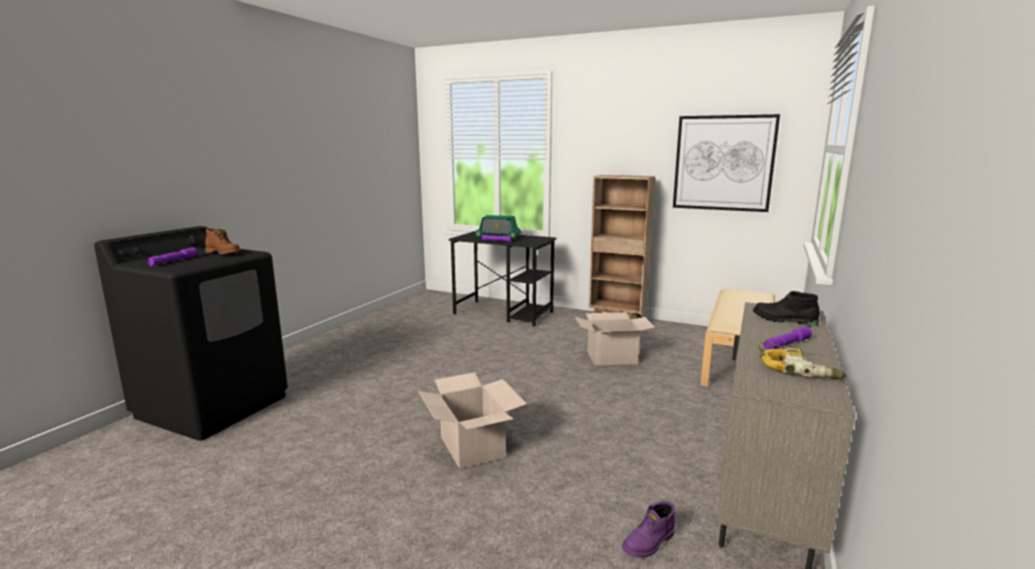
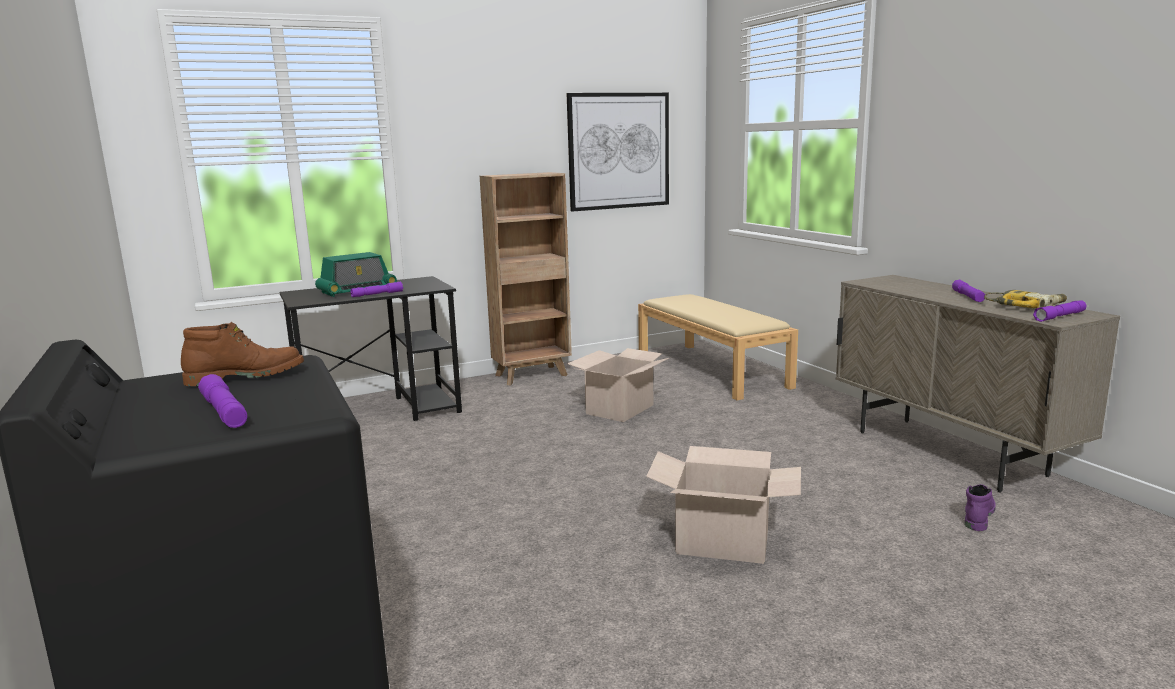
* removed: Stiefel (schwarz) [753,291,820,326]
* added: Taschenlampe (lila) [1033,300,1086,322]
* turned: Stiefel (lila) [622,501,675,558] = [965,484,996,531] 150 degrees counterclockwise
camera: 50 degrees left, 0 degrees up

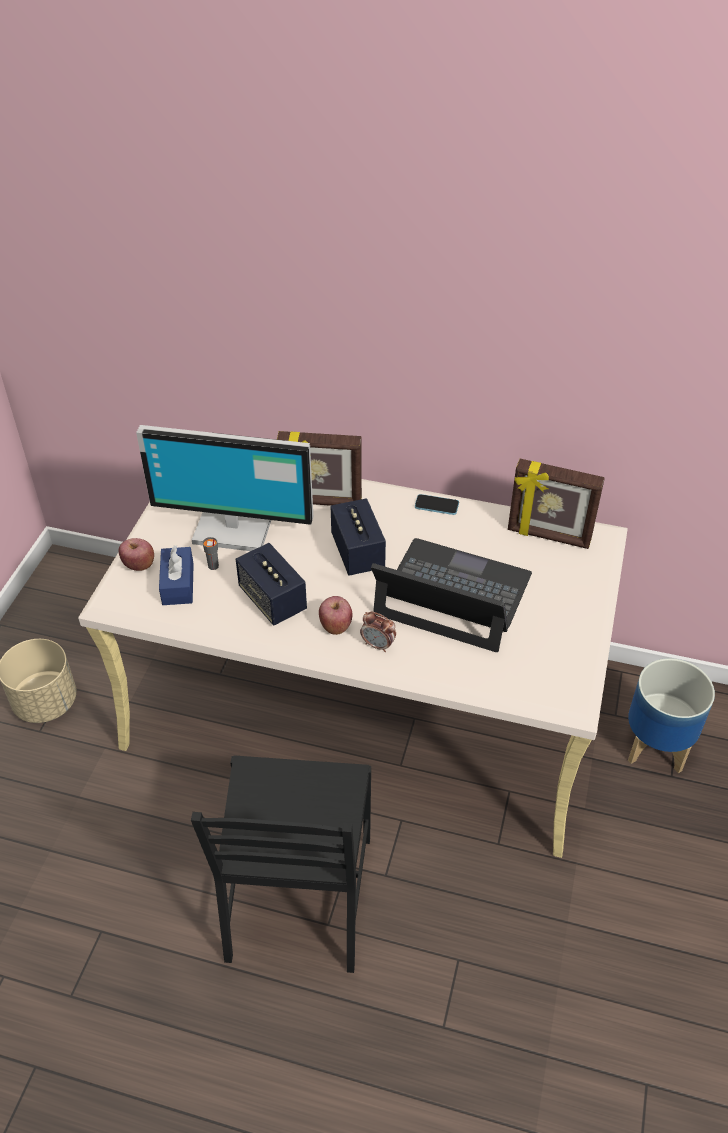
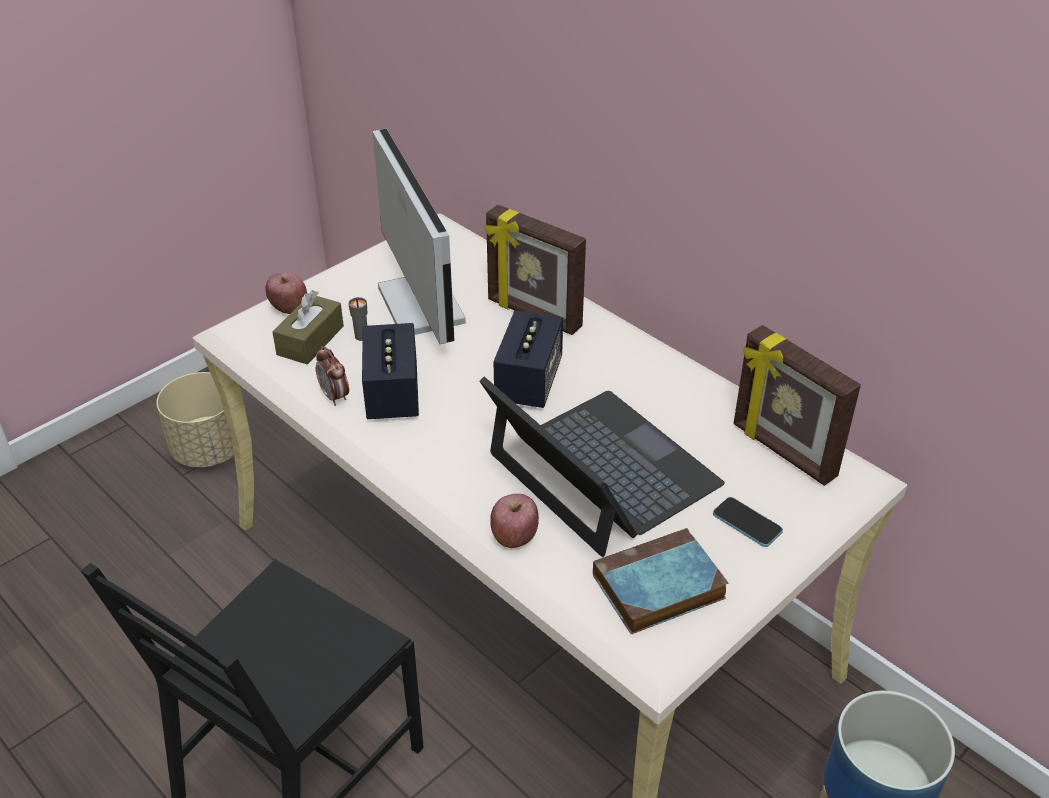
* added: Buch [593,528,729,634]
* moved: Apfel [319,596,352,635] to [490,494,539,548]
* moved: Wecker [360,612,396,652] to [316,346,349,406]
* moved: Handy [415,494,459,515] to [713,497,783,547]
* recoloured: Taschentuchbox (blau) [159,545,194,605] to Taschentuchbox (braun) [272,290,344,365]
* turned: Monitor [136,425,313,551] = [372,129,466,344] 150 degrees counterclockwise
camera: 30 degrees right, 5 degrees down

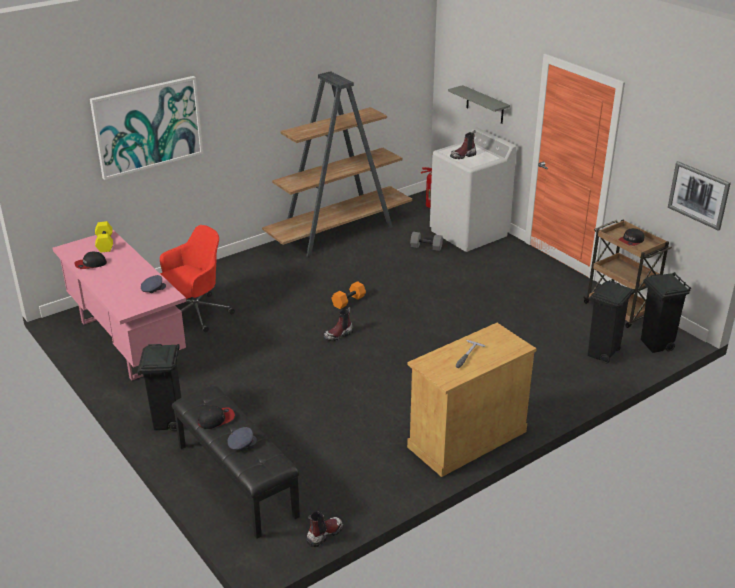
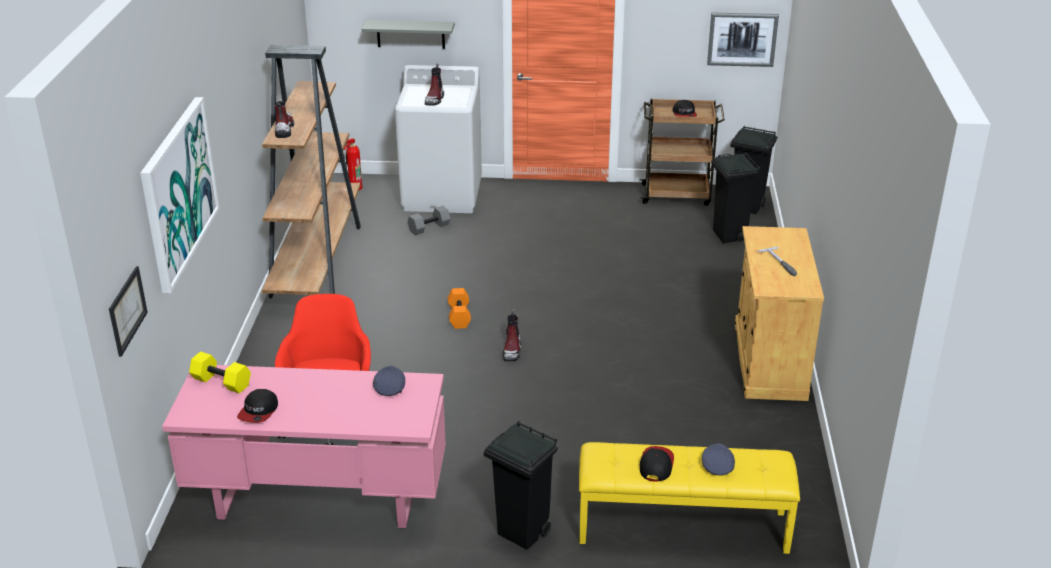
* added: Bild [109,266,148,357]
* moved: Stiefel [306,512,343,548] to [275,101,294,138]
* recoloured: Bank (schwarz) [172,386,300,539] to Bank (gelb) [579,442,800,554]
camera: 50 degrees left, 0 degrees up

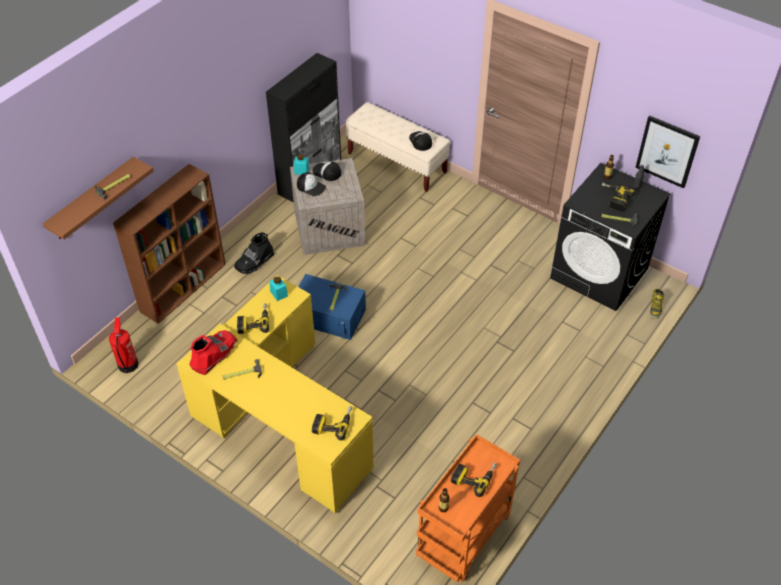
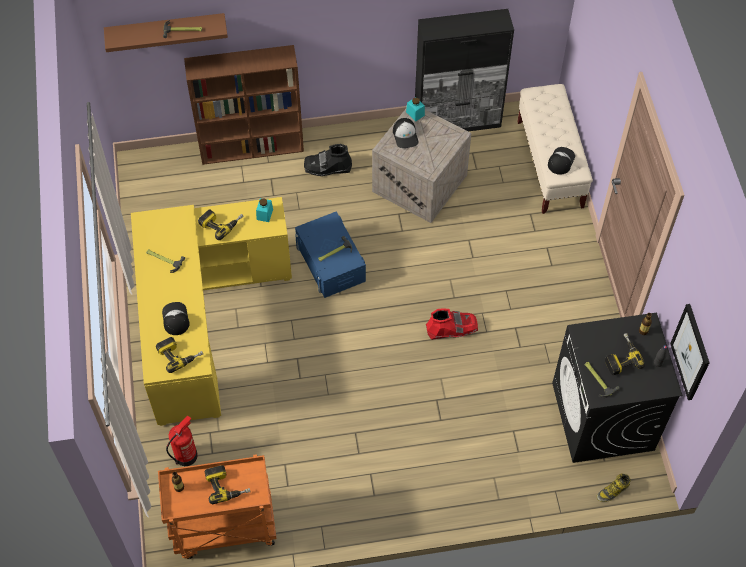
* moved: Feuerlöscher [109,317,138,373] to [166,415,198,466]
* moved: Stiefel (rot) [190,330,238,375] to [426,308,478,340]
* moved: Kappe [312,161,341,181] to [162,302,190,335]
camera: 45 degrees right, 10 degrees up

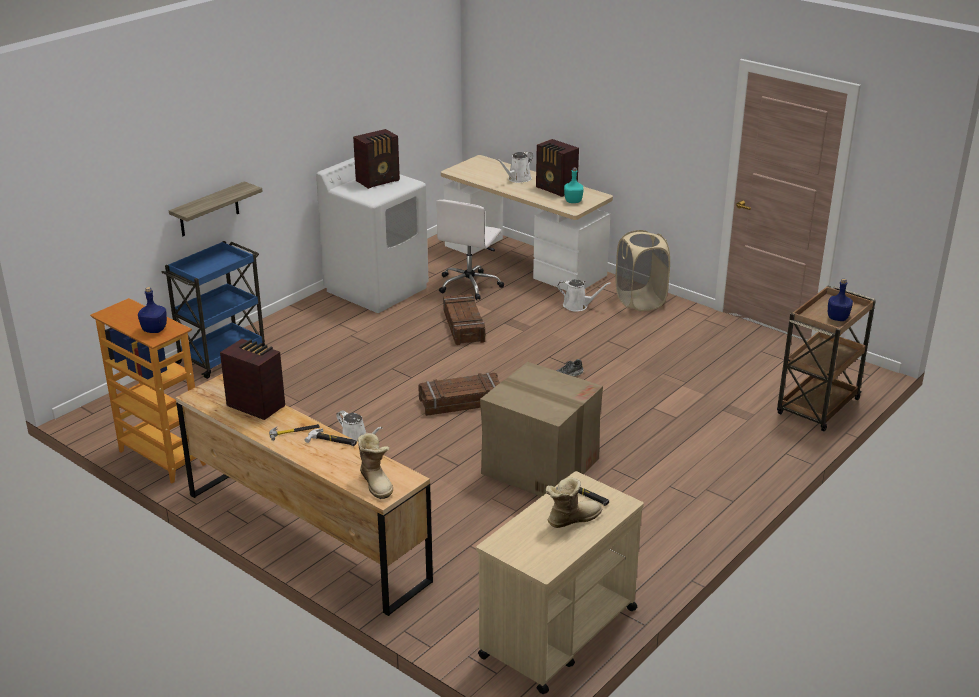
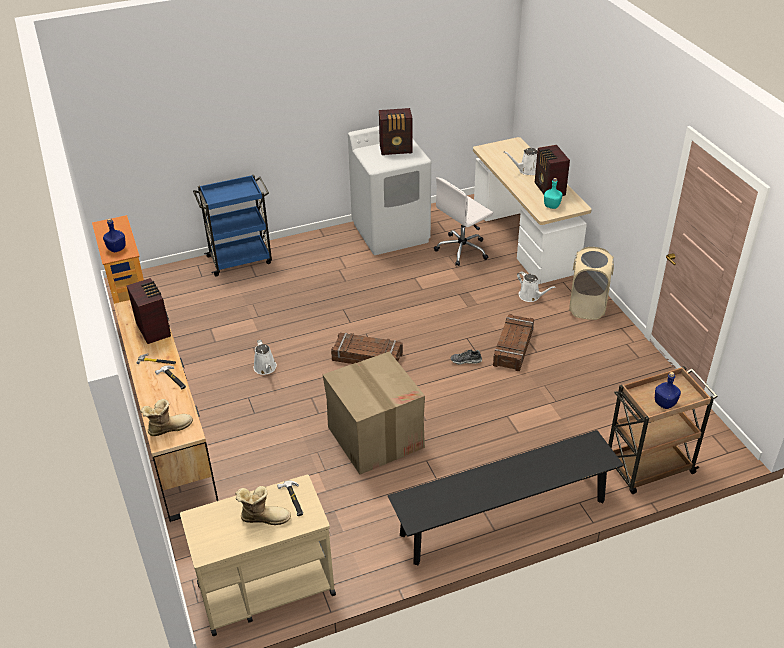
* removed: Wandregal [169,181,263,236]
* added: Bank (schwarz) [388,430,624,565]
* moved: Kiste [443,294,485,345] to [493,314,534,371]
* turned: Stiefel [357,433,393,499] = [140,399,193,436] 120 degrees counterclockwise
camera: 30 degrees right, 10 degrees up

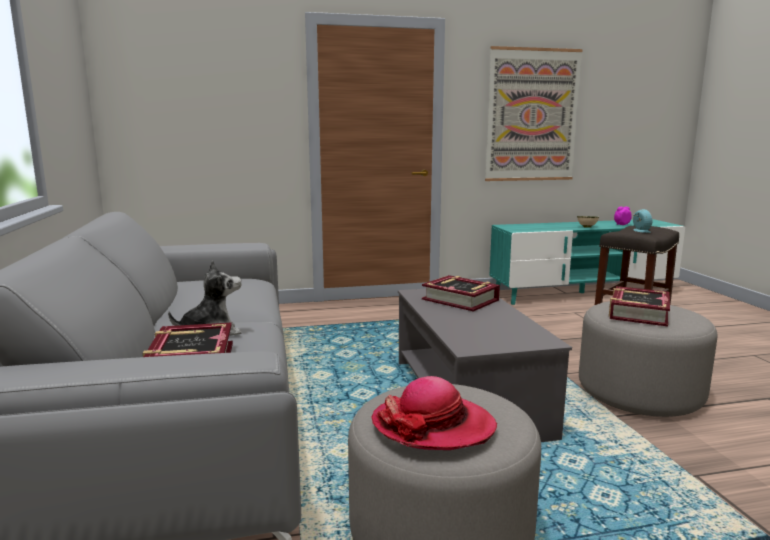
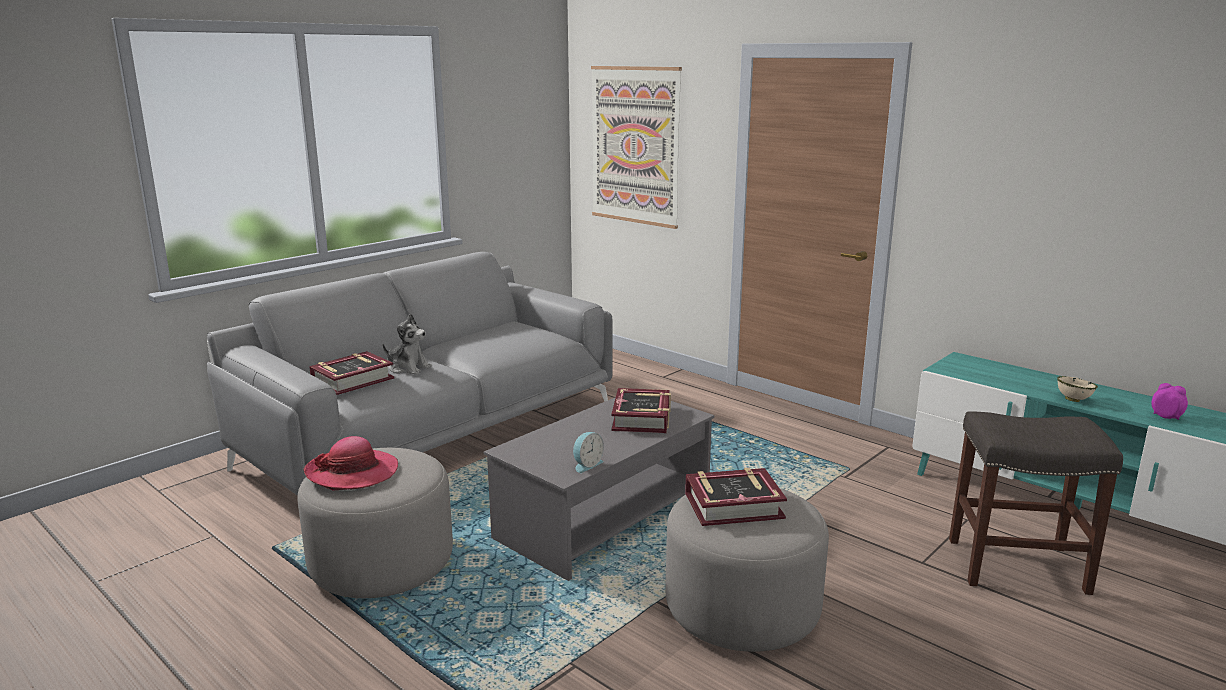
* moved: Bild [485,46,583,181] to [591,66,682,229]
* moved: Wecker [633,209,652,233] to [573,432,604,473]
camera: 55 degrees right, 5 degrees up

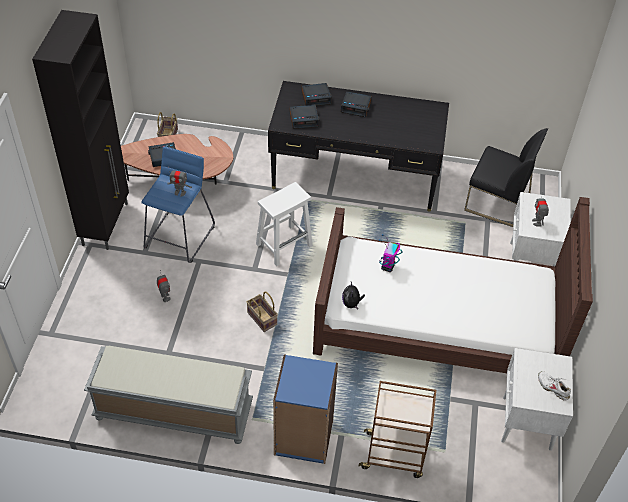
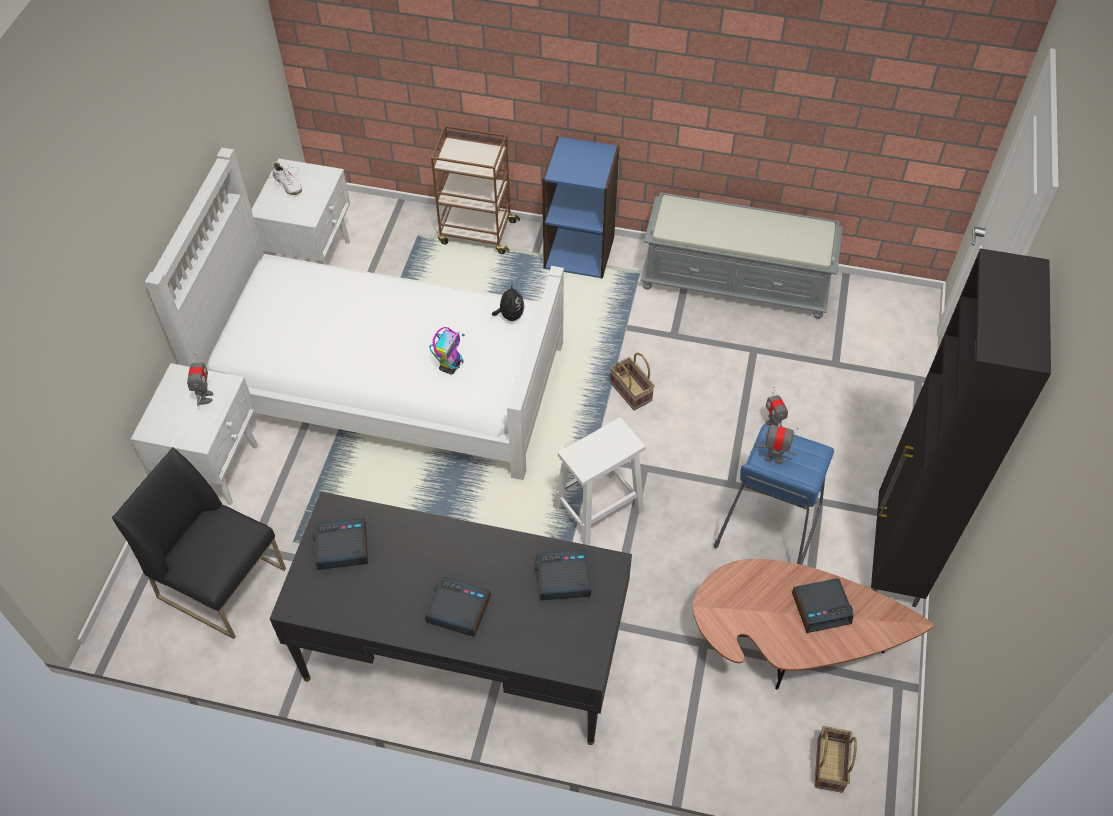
* moved: Wecker [301,83,332,106] to [313,518,368,570]
* recoloured: Bett (braun) [313,197,593,373] to Bett (weiß) [145,148,564,480]
camera: 175 degrees left, 5 degrees up

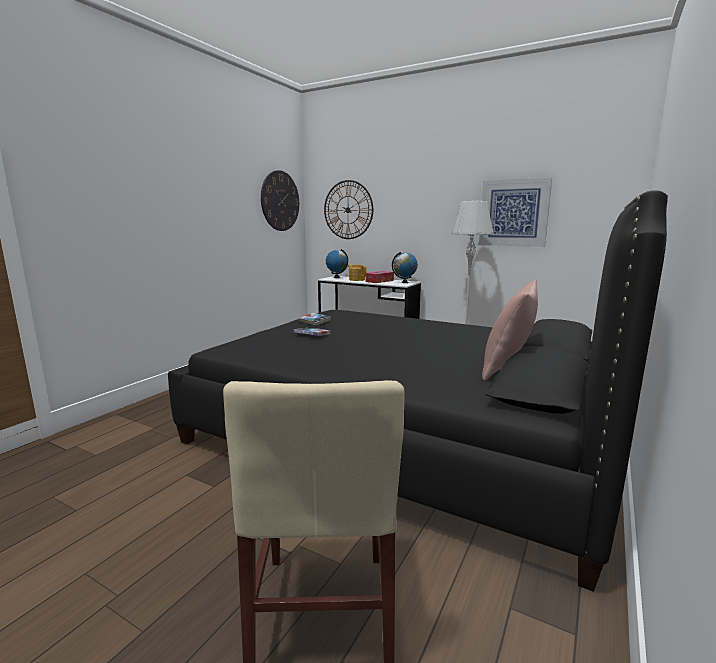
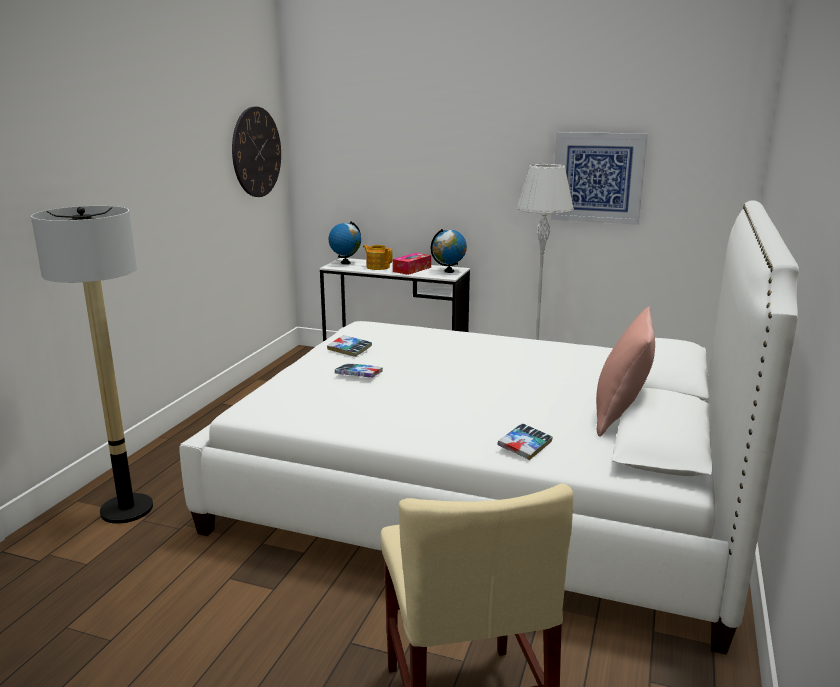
* removed: Wanduhr [324,180,373,239]
* added: Stehlampe [31,206,153,524]
* added: Buch [497,423,553,460]
* recoloured: Bett (schwarz) [168,190,668,592] to Bett (weiß) [179,201,799,655]
camera: 10 degrees left, 5 degrees up

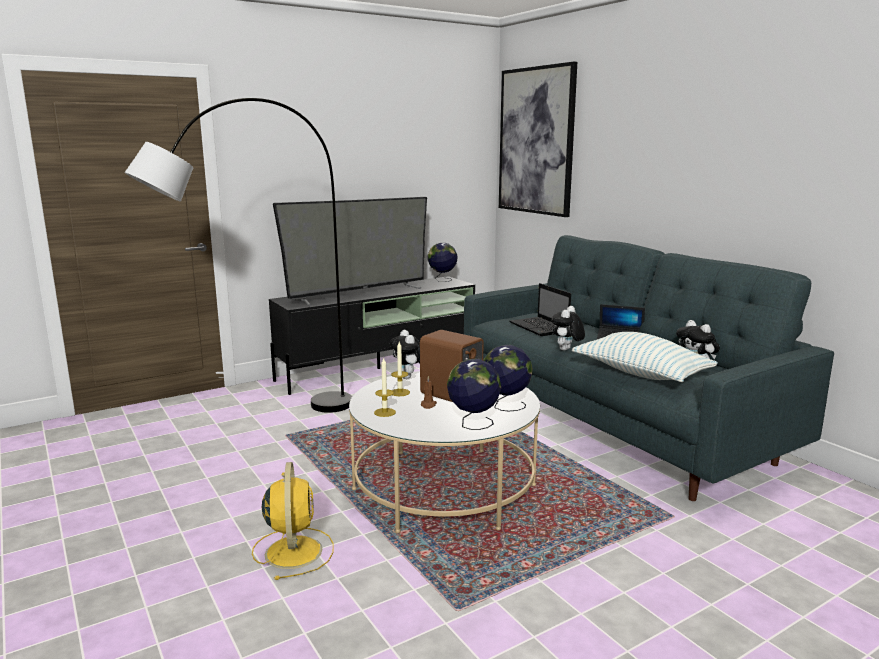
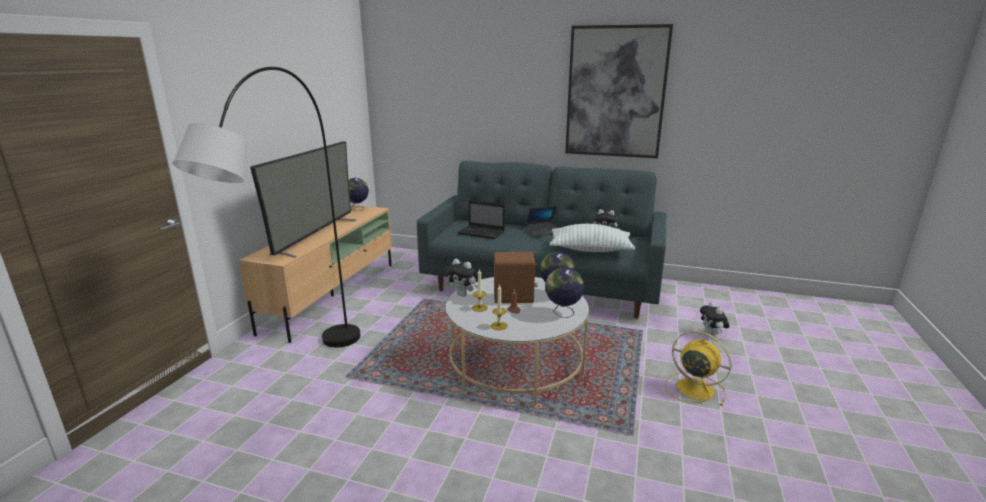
* moved: Ventilator (gelb) [252,462,334,580] to [665,331,731,406]
* moved: Bild [499,61,577,217] to [565,24,673,158]
* moved: Plüschtier [552,306,585,351] to [700,302,730,336]
* recoloured: Fernsehschrank (schwarz) [269,276,475,395] to Fernsehschrank (beige) [239,205,392,343]
camera: 40 degrees left, 5 degrees up

